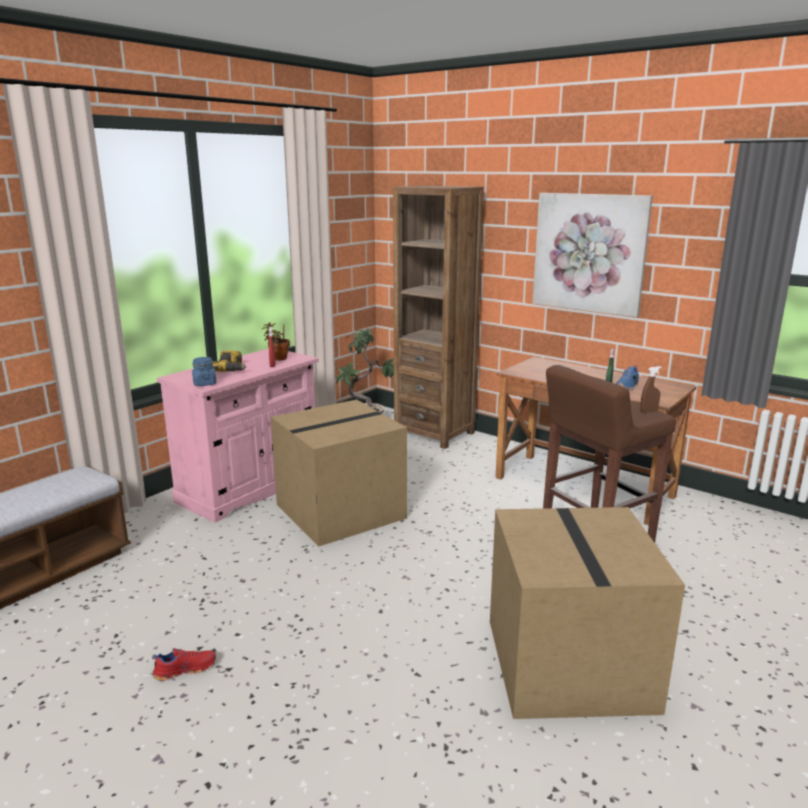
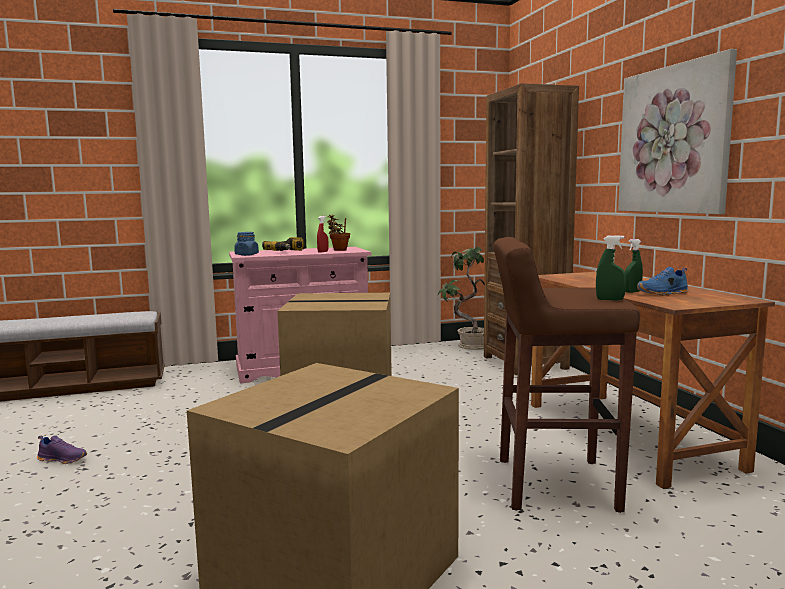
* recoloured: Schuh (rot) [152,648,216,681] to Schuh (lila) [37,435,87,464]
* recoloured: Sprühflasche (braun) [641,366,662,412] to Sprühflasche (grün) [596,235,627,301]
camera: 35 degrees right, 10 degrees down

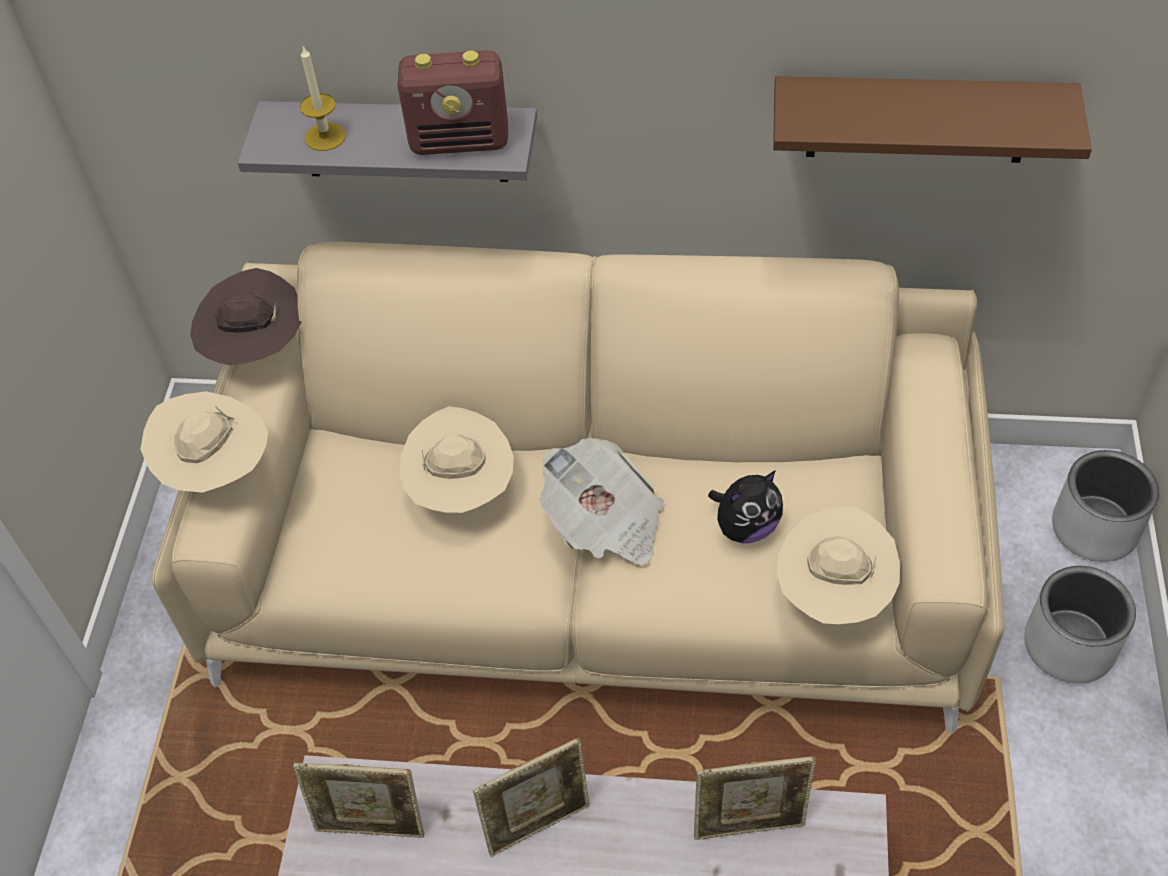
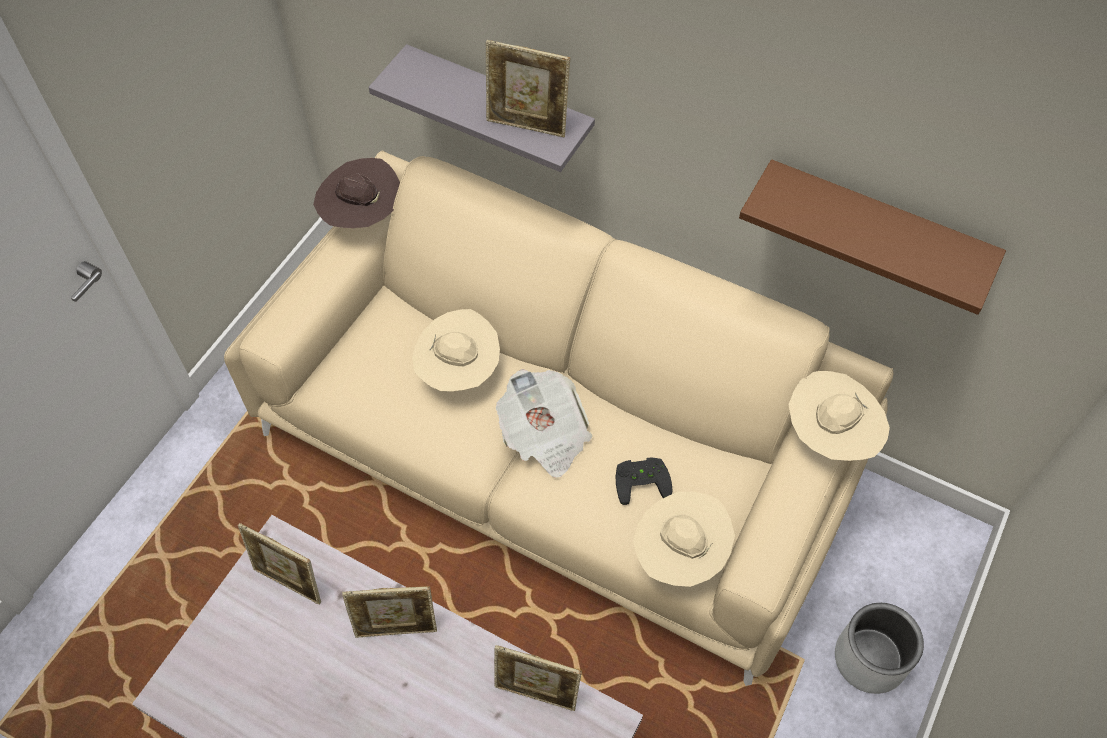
* removed: Kerze [300,46,346,151]
* removed: Pflanzkübel (grau) [1052,450,1159,562]
* moved: Hut (beige) [140,391,268,493] to [789,371,890,461]
* replaced: Radio [398,50,508,155] to Bilderrahmen [486,40,570,137]
* replaced: Plüschtier [708,470,783,543] to Gamepad (schwarz) [616,458,673,505]
camera: 20 degrees right, 5 degrees up

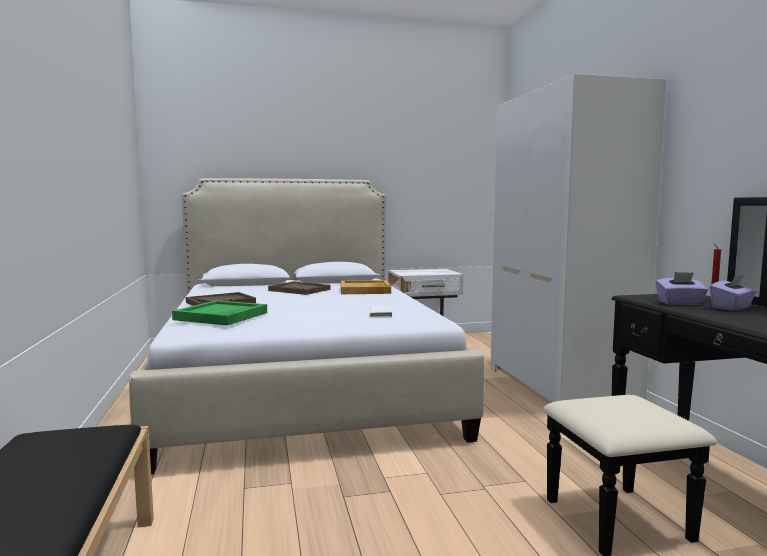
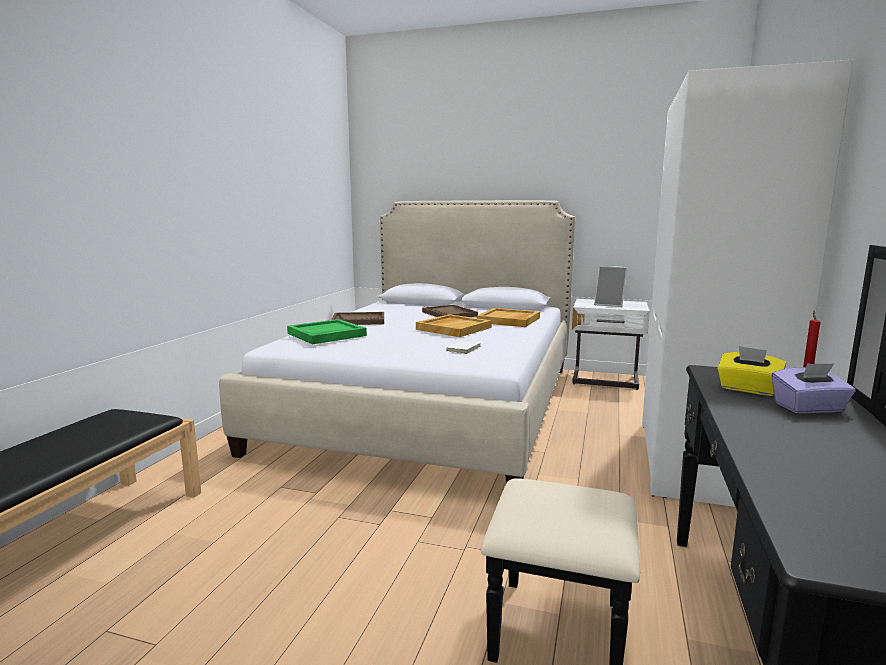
* added: Tablett (beige) [416,314,492,337]
* added: Bilderrahmen [594,266,627,307]
* recoloured: Taschentuchbox (lila) [656,272,708,305] to Taschentuchbox (gelb) [717,346,786,396]
camera: 30 degrees right, 5 degrees up

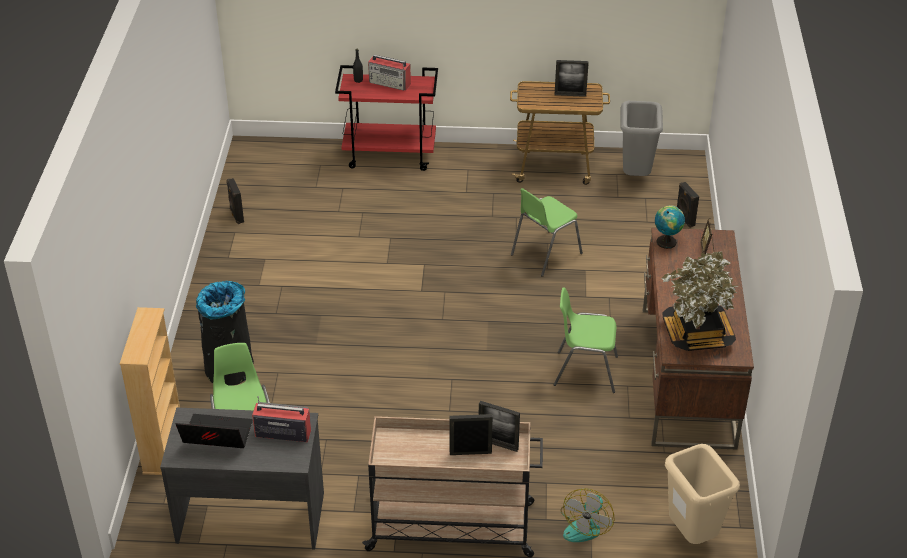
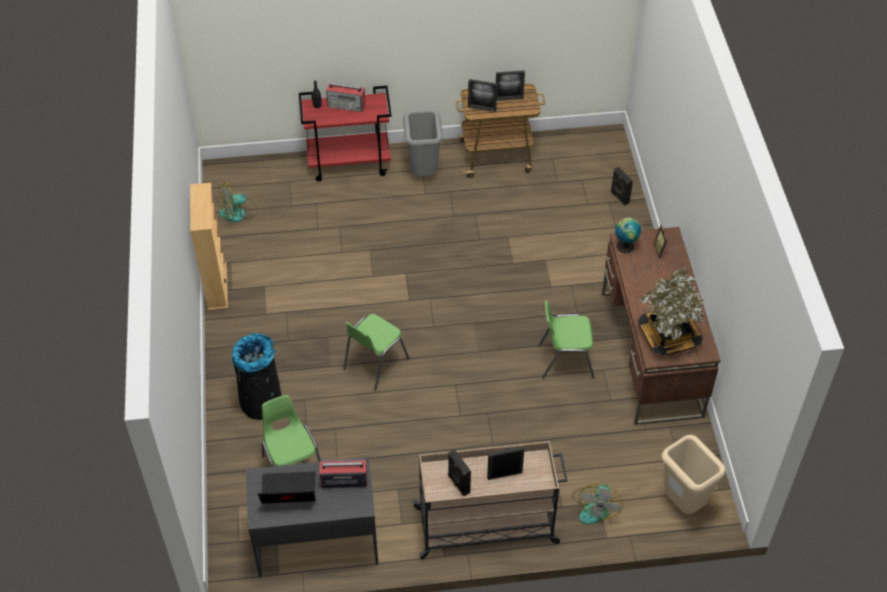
* added: Ventilator [219,182,258,222]
* moved: Bücherregal (beige) [120,307,180,475] to [190,183,228,310]
* moved: Lautsprecher (schwarz) [226,178,244,224] to [448,450,471,496]
* moved: Bilderrahmen [479,401,520,452] to [468,79,497,112]
* moved: Stuhl (grün) [511,188,583,277] to [343,314,410,391]
* moved: Mülleimer (grau) [620,101,663,176] to [403,110,443,176]
camera: 10 degrees left, 10 degrees up

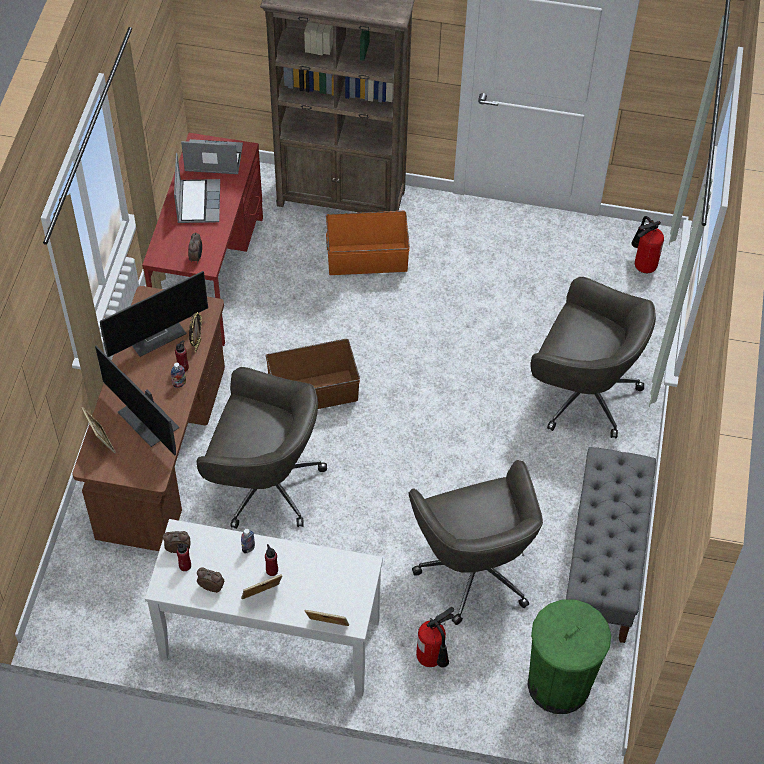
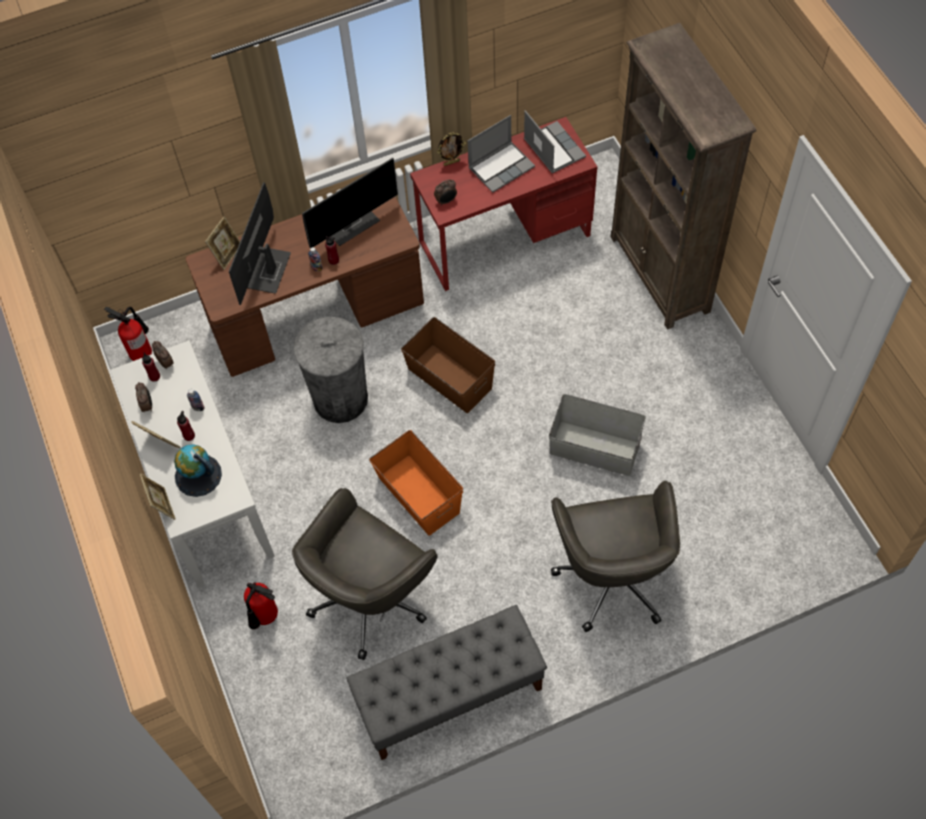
* removed: Mülleimer (grün) [527,599,611,714]
* added: Globus [174,444,222,497]
* added: Aufbewahrungsbox (grau) [549,394,646,476]
* moved: Bilderrahmen [189,312,202,353] to [437,132,465,166]
* moved: Aufbewahrungsbox (orange) [326,211,410,275] to [369,430,463,536]
* moved: Feuerlöscher [631,216,664,273] to [104,307,152,361]
* replaced: Bürostuhl (grau) [196,367,327,529] to Mülleimer (grau) [293,317,368,423]
* turned: Monitor [100,271,208,357] = [302,158,398,249] 60 degrees counterclockwise
camera: 60 degrees right, 5 degrees up

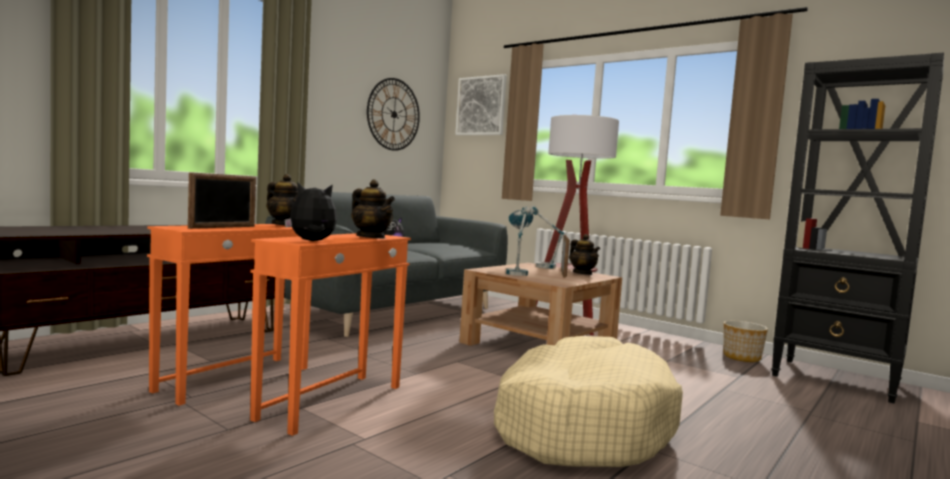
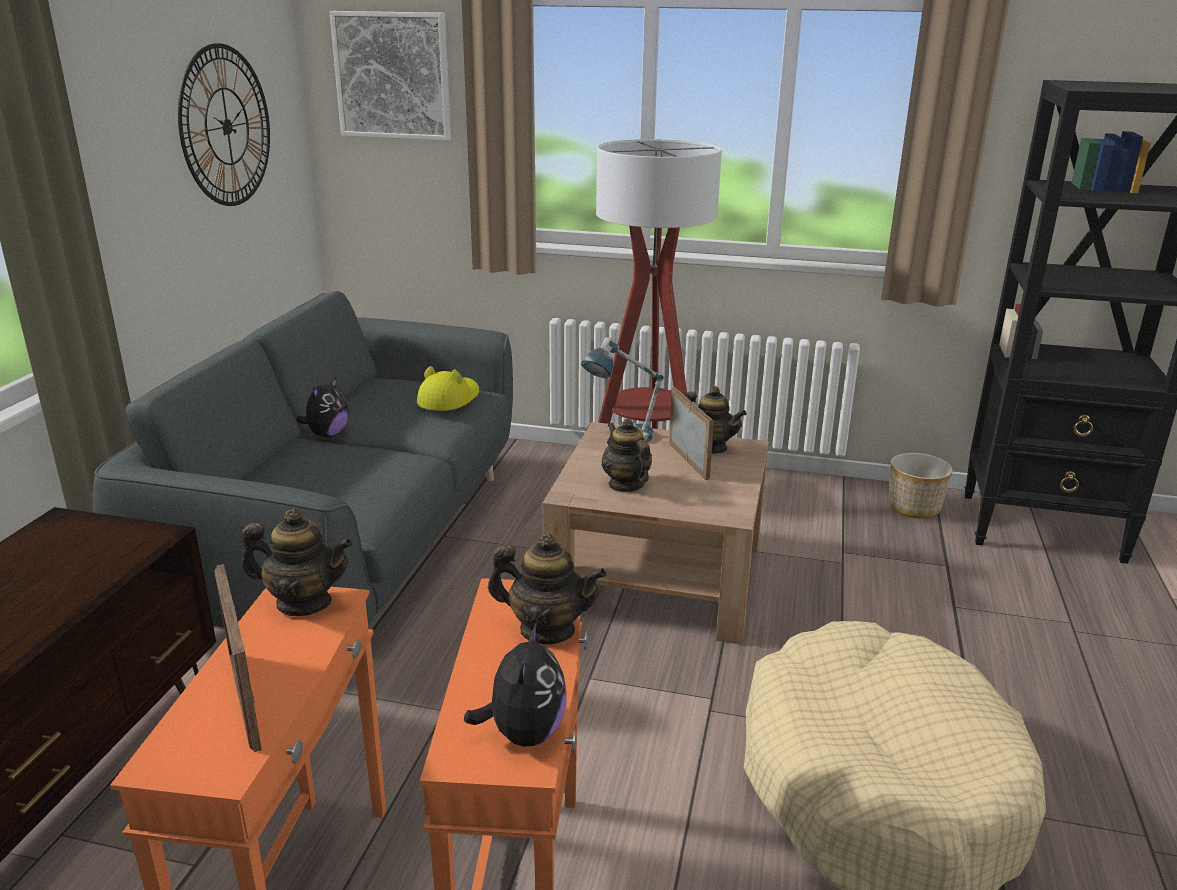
* added: Hut (gelb) [417,366,479,411]
* replaced: Tischlampe [506,206,531,276] to Teekanne [602,418,652,493]
* turned: Bilderrahmen [188,172,256,229] = [214,564,262,752] 150 degrees clockwise
* turned: Plüschtier [284,183,337,241] = [464,622,566,747] 135 degrees clockwise
camera: 25 degrees left, 20 degrees up

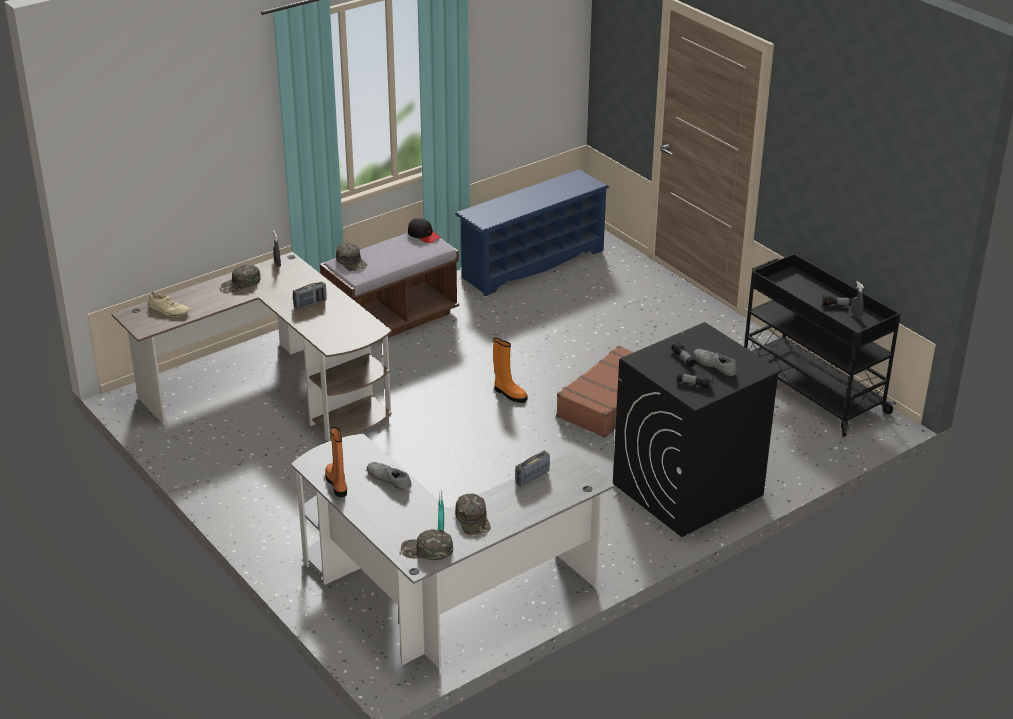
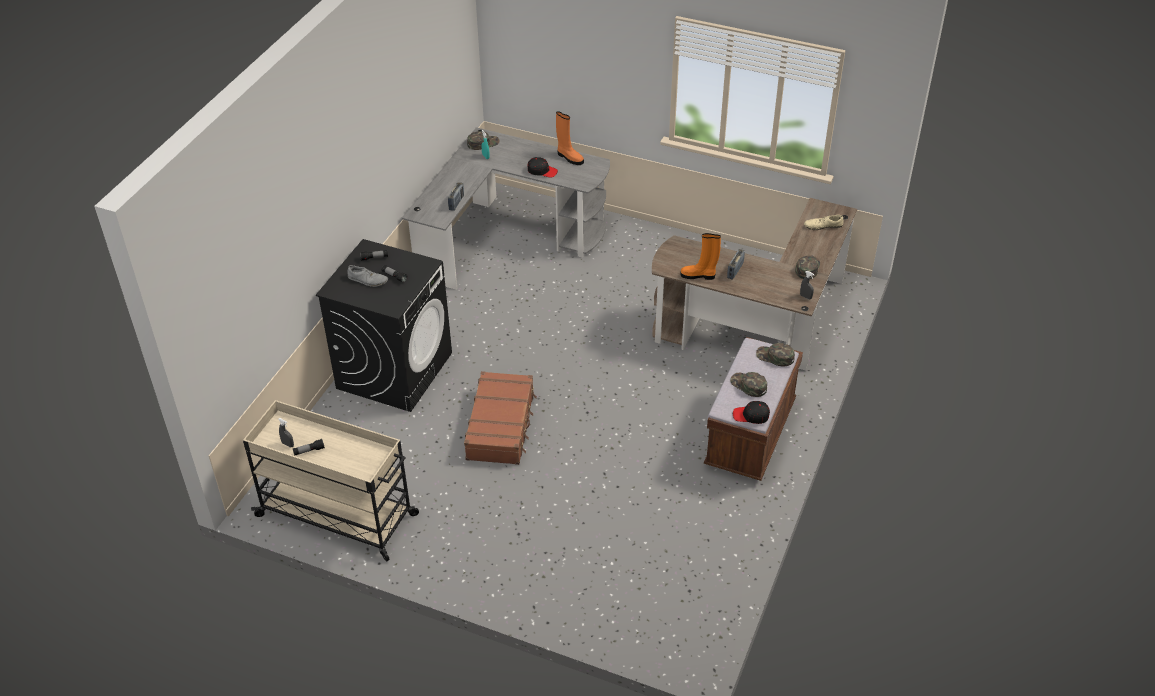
* removed: Schuhregal (blau) [455,169,609,296]
* moved: Kappe (grün) [455,493,491,535] to [730,372,767,397]
* moved: Stiefel (orange) [493,338,527,403] to [680,233,721,280]
* replaced: Schuh (grau) [367,462,412,491] to Kappe (schwarz) [527,157,558,177]
* recoloured: Rollwagen (schwarz) [744,254,901,436] to Rollwagen (beige) [243,400,419,561]
camera: 150 degrees right, 10 degrees up

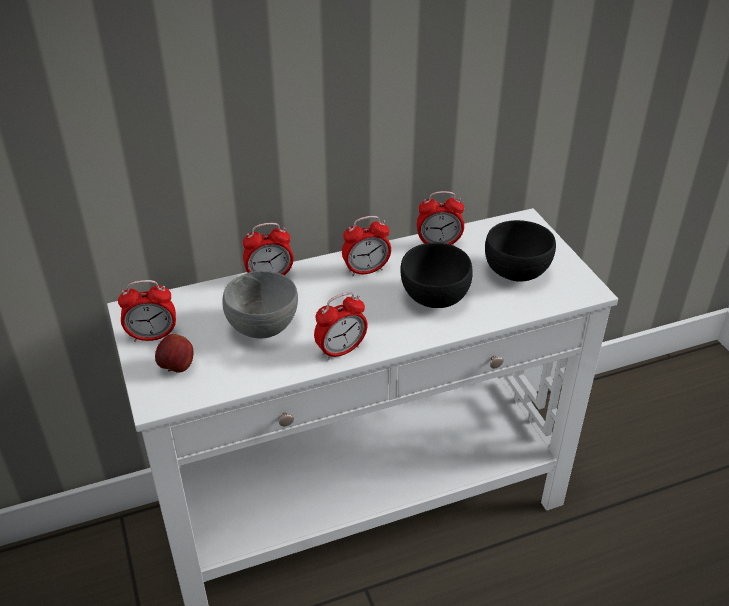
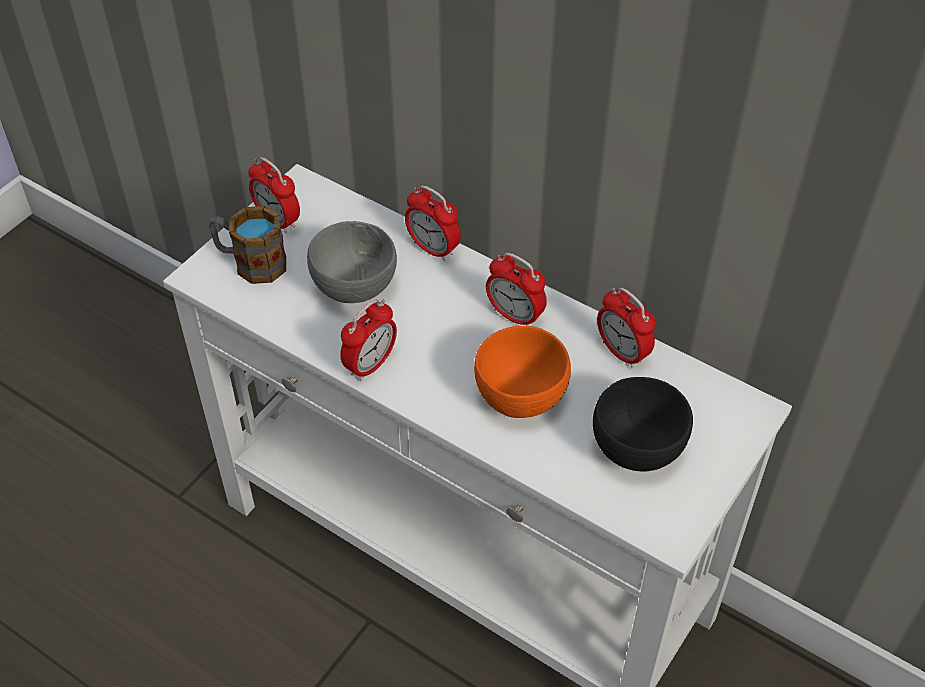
* replaced: Apfel [155,334,193,373] to Henkelbecher [209,206,286,284]
* recoloured: Schüssel (schwarz) [401,243,473,308] to Schüssel (orange) [474,326,571,418]
* turned: Wecker [314,292,368,360] = [340,299,397,382] 75 degrees counterclockwise
camera: 55 degrees right, 10 degrees up

